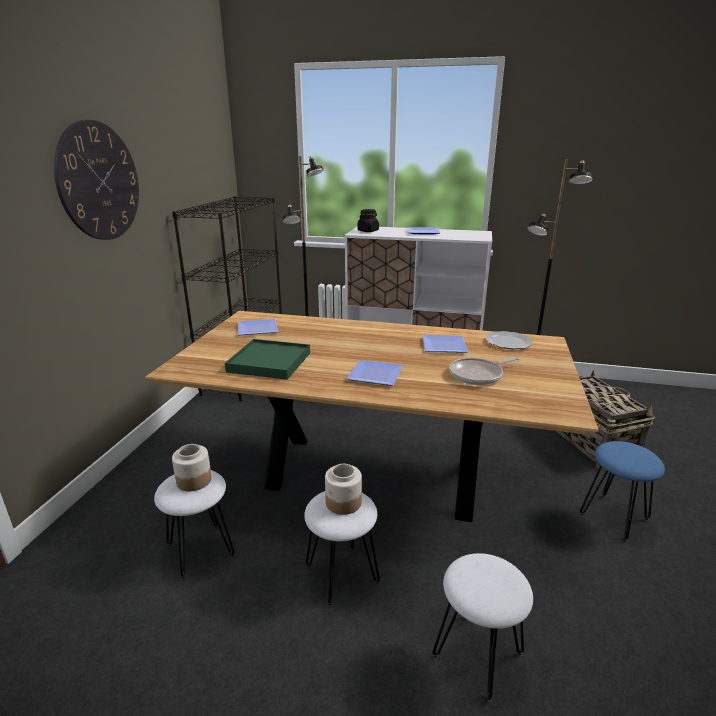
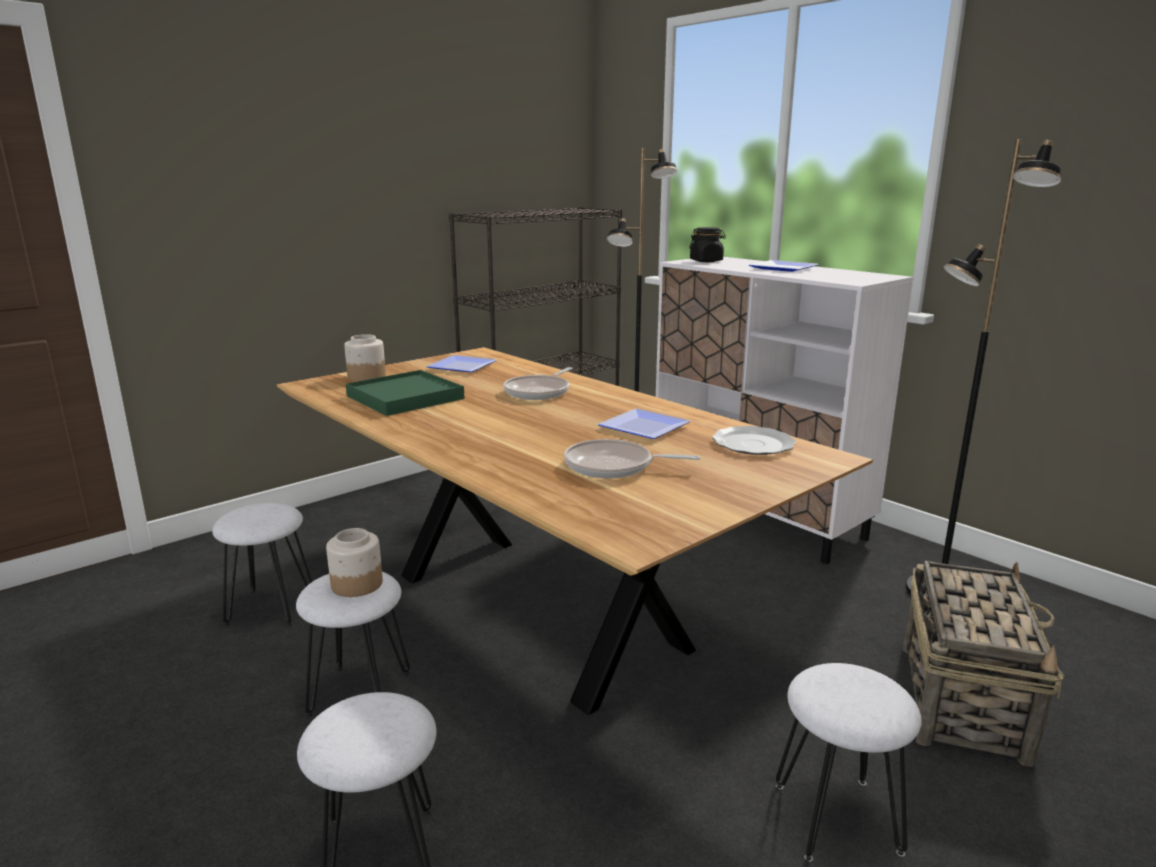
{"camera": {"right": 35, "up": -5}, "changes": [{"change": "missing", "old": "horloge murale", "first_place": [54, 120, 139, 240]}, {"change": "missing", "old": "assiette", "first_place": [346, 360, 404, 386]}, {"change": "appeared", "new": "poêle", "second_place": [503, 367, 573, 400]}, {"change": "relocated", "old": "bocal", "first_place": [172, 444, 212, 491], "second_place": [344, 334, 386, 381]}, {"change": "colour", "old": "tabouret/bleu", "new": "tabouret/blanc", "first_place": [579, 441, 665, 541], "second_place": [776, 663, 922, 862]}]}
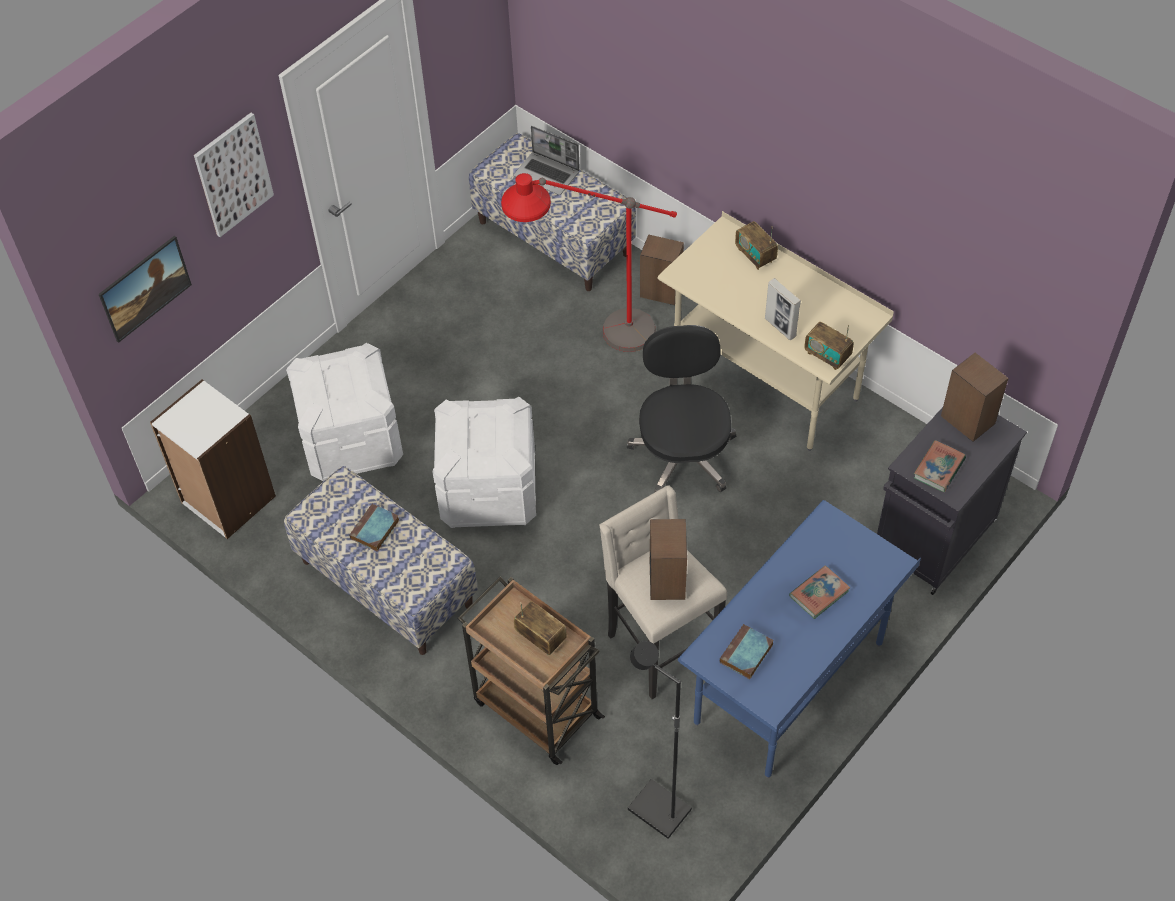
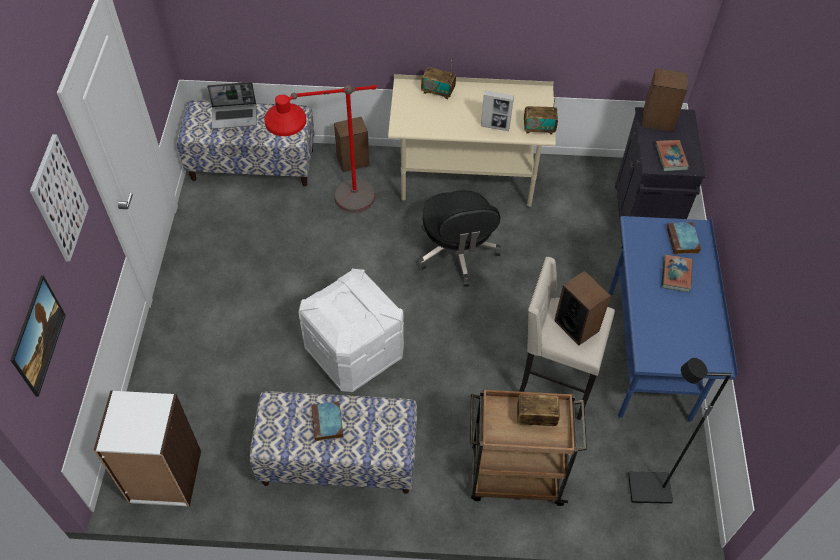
{"camera": {"right": -40, "up": 0}, "changes": [{"change": "missing", "old": "boîte de rangement/blanc", "first_place": [286, 343, 403, 481]}, {"change": "relocated", "old": "livre", "first_place": [720, 624, 774, 679], "second_place": [666, 222, 701, 255]}, {"change": "spun", "old": "chaise de bureau/noir", "first_place": [627, 325, 736, 493], "second_place": [418, 190, 501, 287], "degrees": -150}]}
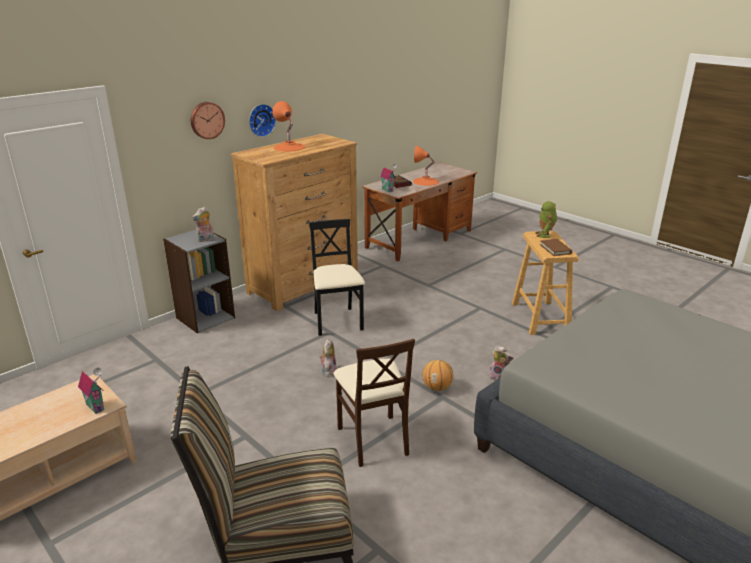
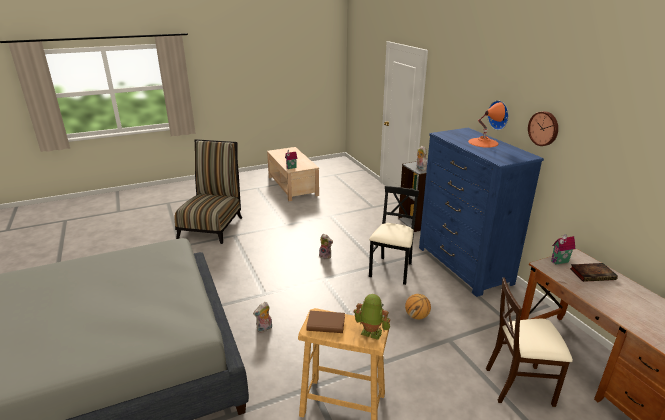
{"camera": {"right": 110, "up": 0}, "changes": [{"change": "missing", "old": "lampe de table/orange", "first_place": [413, 146, 439, 186]}, {"change": "relocated", "old": "horloge murale", "first_place": [191, 102, 225, 139], "second_place": [528, 111, 558, 146]}, {"change": "relocated", "old": "chaise/beige", "first_place": [333, 339, 415, 467], "second_place": [486, 277, 573, 407]}, {"change": "relocated", "old": "ballon de basket", "first_place": [422, 360, 454, 391], "second_place": [405, 294, 431, 319]}, {"change": "colour", "old": "commode/marron", "new": "commode/bleu", "first_place": [230, 134, 358, 311], "second_place": [419, 128, 544, 297]}, {"change": "spun", "old": "chaise/noir", "first_place": [309, 219, 365, 336], "second_place": [369, 186, 419, 285], "degrees": -75}]}
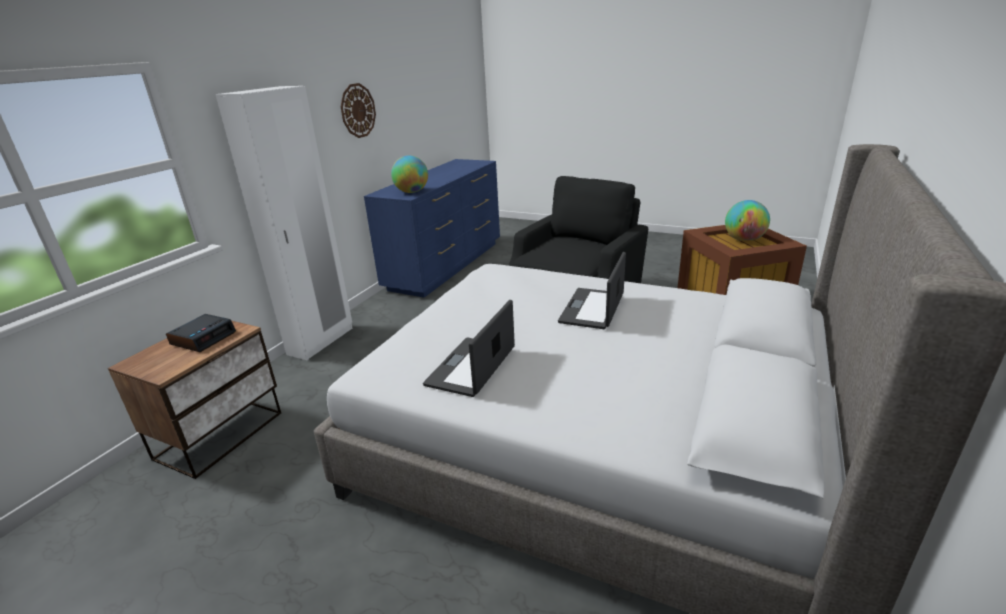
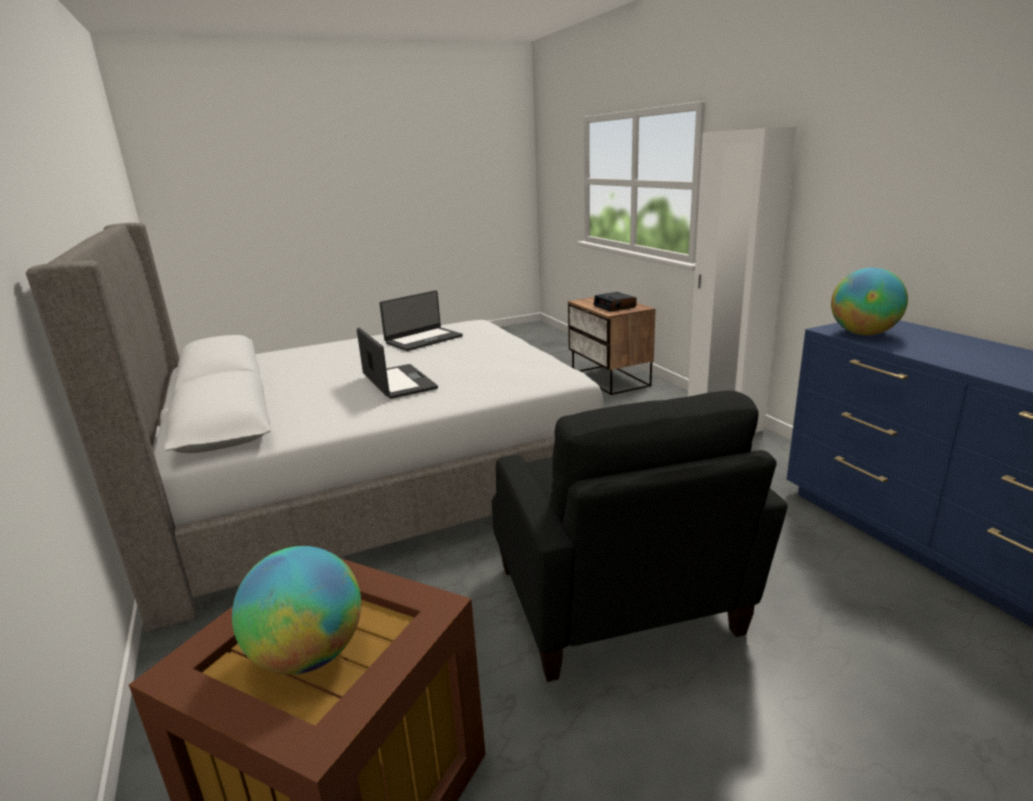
{"camera": {"right": 130, "up": -5}, "changes": [{"change": "missing", "old": "horloge murale", "first_place": [341, 83, 376, 138]}, {"change": "spun", "old": "ordinateur portable", "first_place": [423, 300, 515, 397], "second_place": [380, 290, 463, 351], "degrees": 75}]}
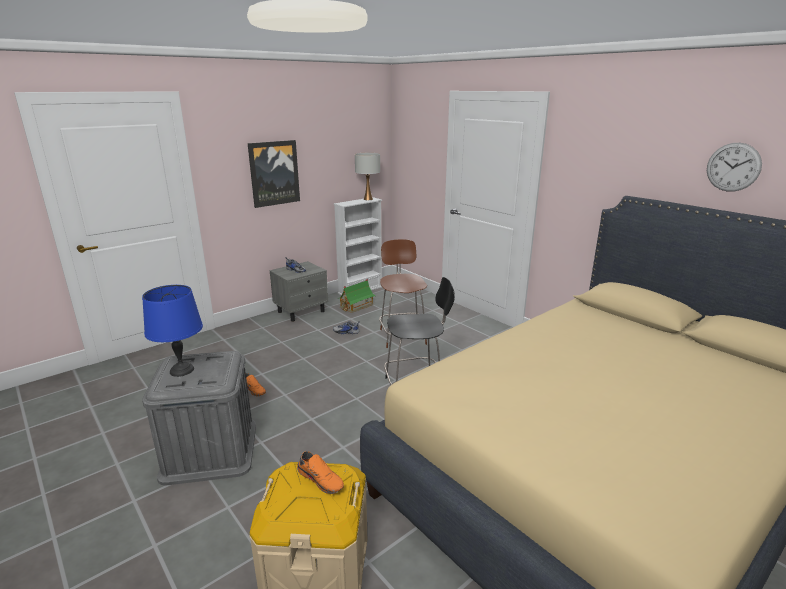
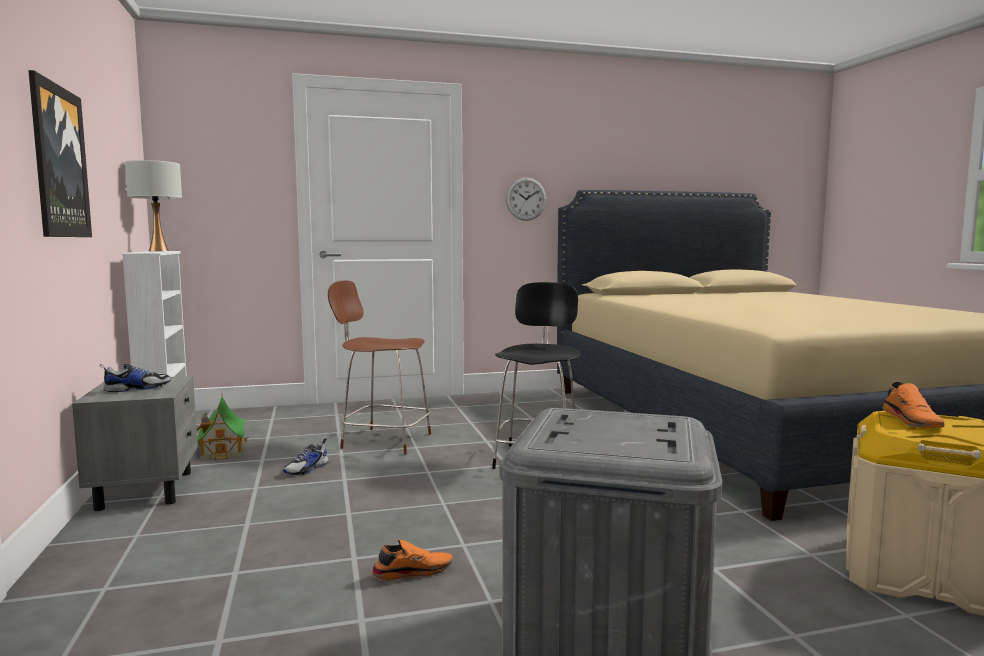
{"camera": {"right": -65, "up": -15}, "changes": [{"change": "missing", "old": "lampe de table/bleu", "first_place": [142, 285, 203, 377]}, {"change": "relocated", "old": "horloge murale", "first_place": [707, 143, 762, 192], "second_place": [506, 177, 547, 221]}, {"change": "spun", "old": "chaussure/orange", "first_place": [297, 451, 344, 494], "second_place": [883, 381, 945, 428], "degrees": 120}]}
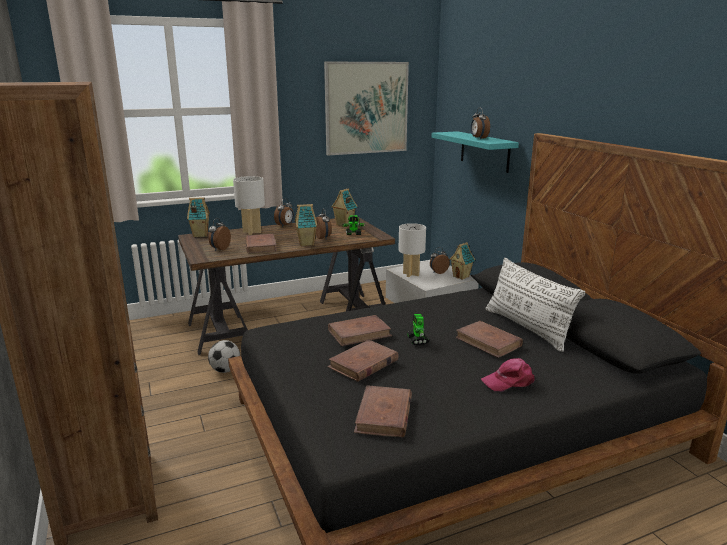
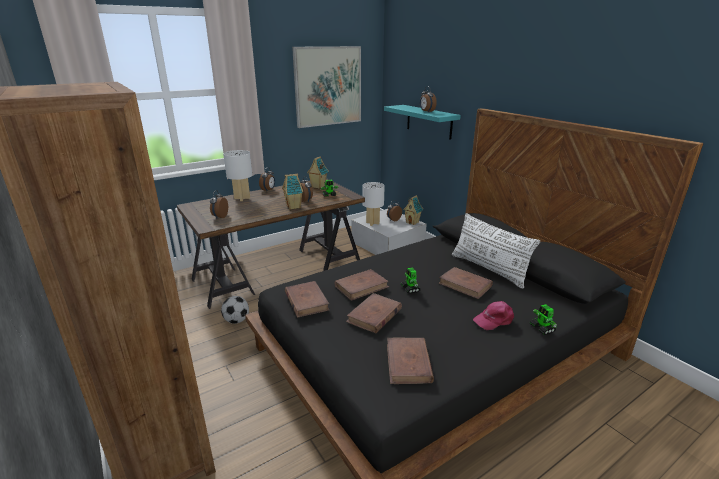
{"camera": {"right": -10, "up": 5}, "changes": [{"change": "missing", "old": "maison miniature", "first_place": [187, 197, 210, 237]}, {"change": "appeared", "new": "robot jouet", "second_place": [530, 304, 557, 335]}, {"change": "relocated", "old": "livre/marron", "first_place": [246, 234, 277, 253], "second_place": [285, 281, 330, 317]}]}
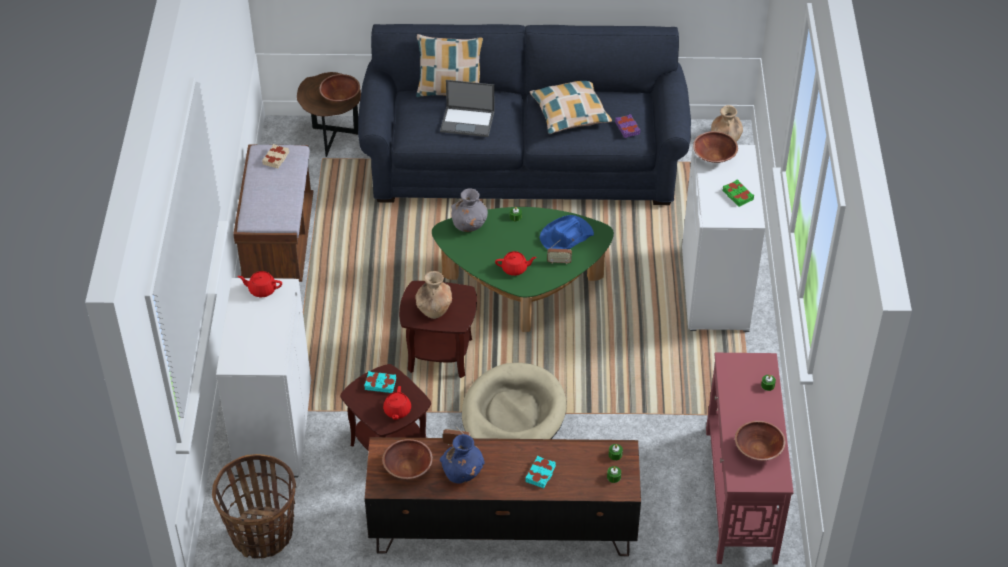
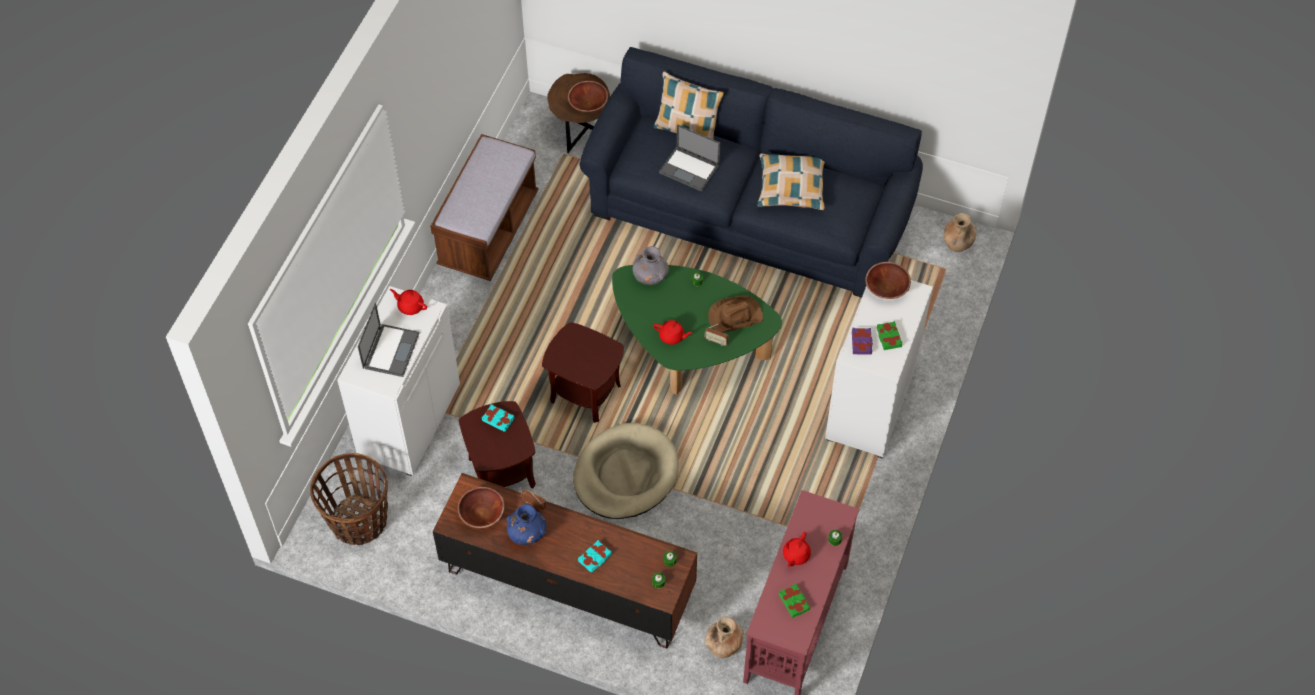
{"camera": {"right": 20, "up": 10}, "changes": [{"change": "missing", "old": "livre/beige", "first_place": [262, 144, 289, 168]}, {"change": "appeared", "new": "ordinateur portable", "second_place": [358, 303, 420, 377]}, {"change": "relocated", "old": "théière/rouge", "first_place": [383, 386, 411, 420], "second_place": [783, 532, 811, 567]}, {"change": "relocated", "old": "vase/marron", "first_place": [415, 271, 452, 319], "second_place": [705, 617, 744, 658]}, {"change": "relocated", "old": "livre/violet", "first_place": [615, 114, 640, 138], "second_place": [852, 328, 873, 355]}, {"change": "exchanged", "old": "bol/marron", "new": "livre/vert", "first_place": [735, 421, 786, 461], "second_place": [779, 584, 810, 618]}, {"change": "colour", "old": "chapeau/bleu", "new": "chapeau/marron", "first_place": [540, 215, 594, 250], "second_place": [708, 296, 763, 333]}]}
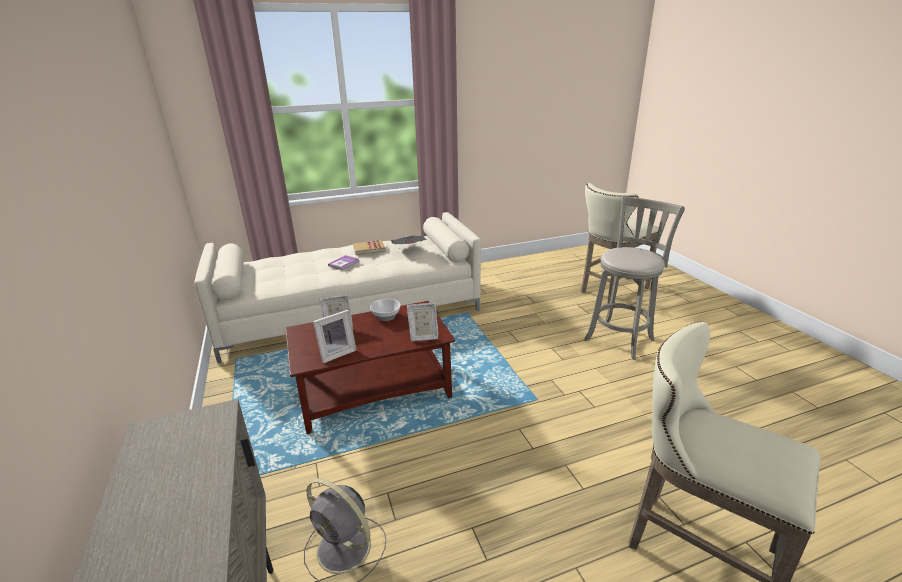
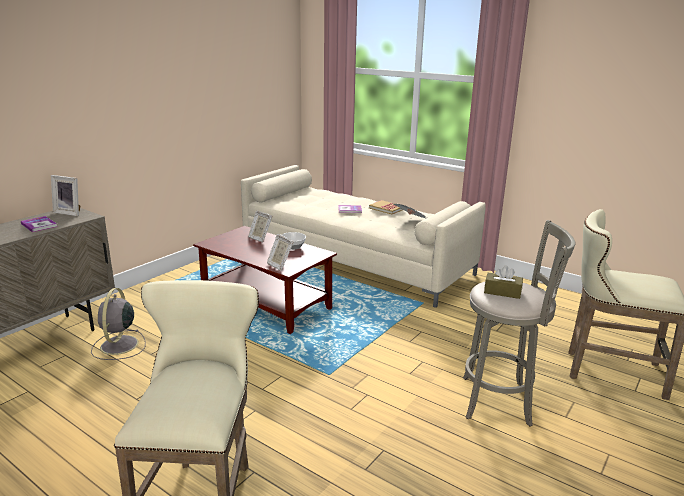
{"camera": {"right": 55, "up": -5}, "changes": [{"change": "appeared", "new": "livre", "second_place": [21, 216, 57, 232]}, {"change": "appeared", "new": "boîte à mouchoirs/marron", "second_place": [484, 265, 523, 299]}, {"change": "relocated", "old": "cadre photo", "first_place": [313, 310, 357, 363], "second_place": [51, 175, 80, 216]}]}
